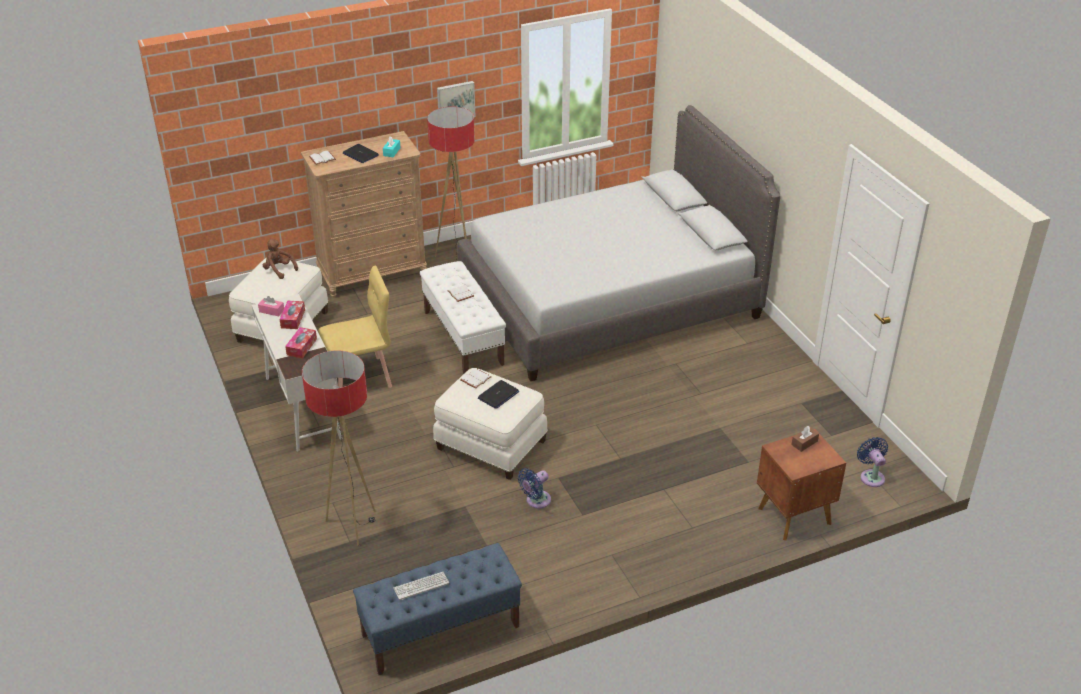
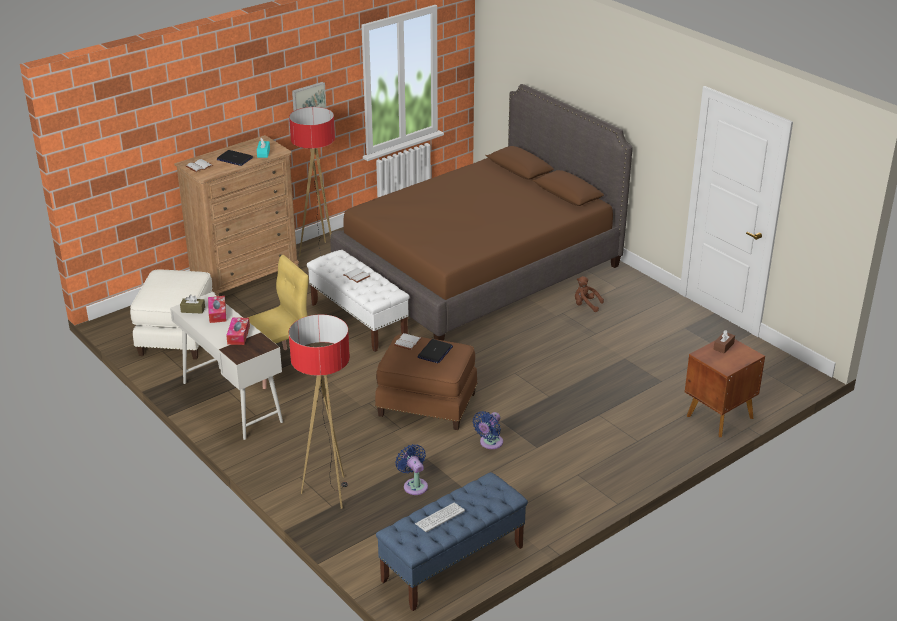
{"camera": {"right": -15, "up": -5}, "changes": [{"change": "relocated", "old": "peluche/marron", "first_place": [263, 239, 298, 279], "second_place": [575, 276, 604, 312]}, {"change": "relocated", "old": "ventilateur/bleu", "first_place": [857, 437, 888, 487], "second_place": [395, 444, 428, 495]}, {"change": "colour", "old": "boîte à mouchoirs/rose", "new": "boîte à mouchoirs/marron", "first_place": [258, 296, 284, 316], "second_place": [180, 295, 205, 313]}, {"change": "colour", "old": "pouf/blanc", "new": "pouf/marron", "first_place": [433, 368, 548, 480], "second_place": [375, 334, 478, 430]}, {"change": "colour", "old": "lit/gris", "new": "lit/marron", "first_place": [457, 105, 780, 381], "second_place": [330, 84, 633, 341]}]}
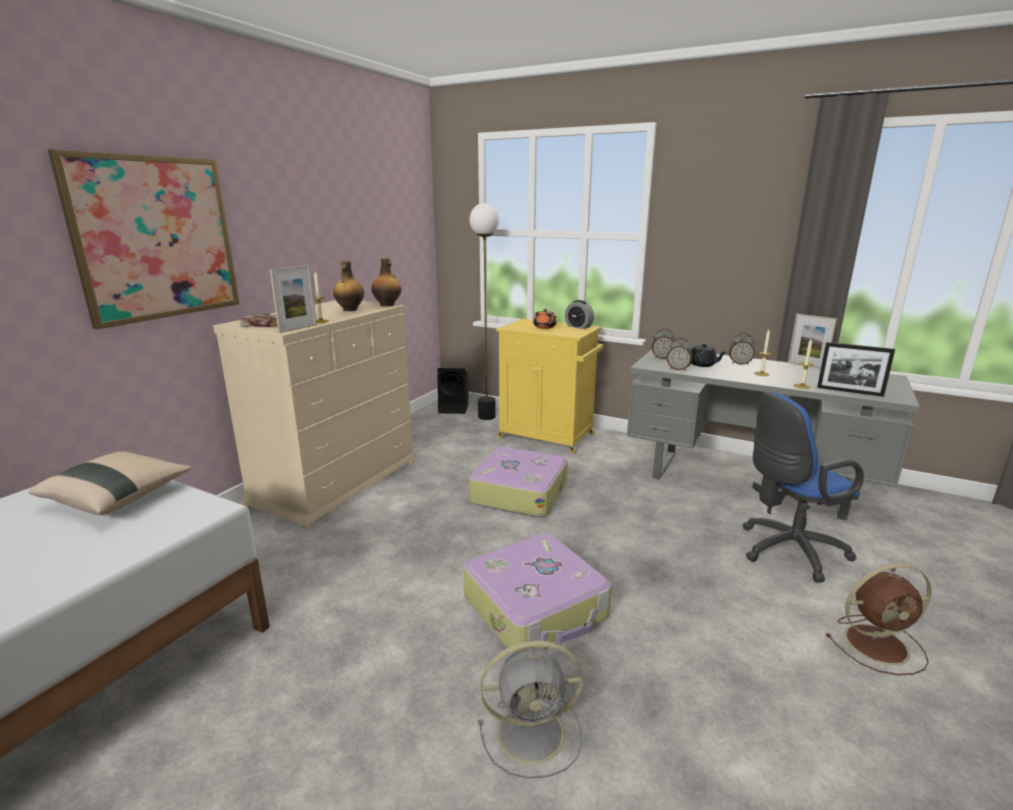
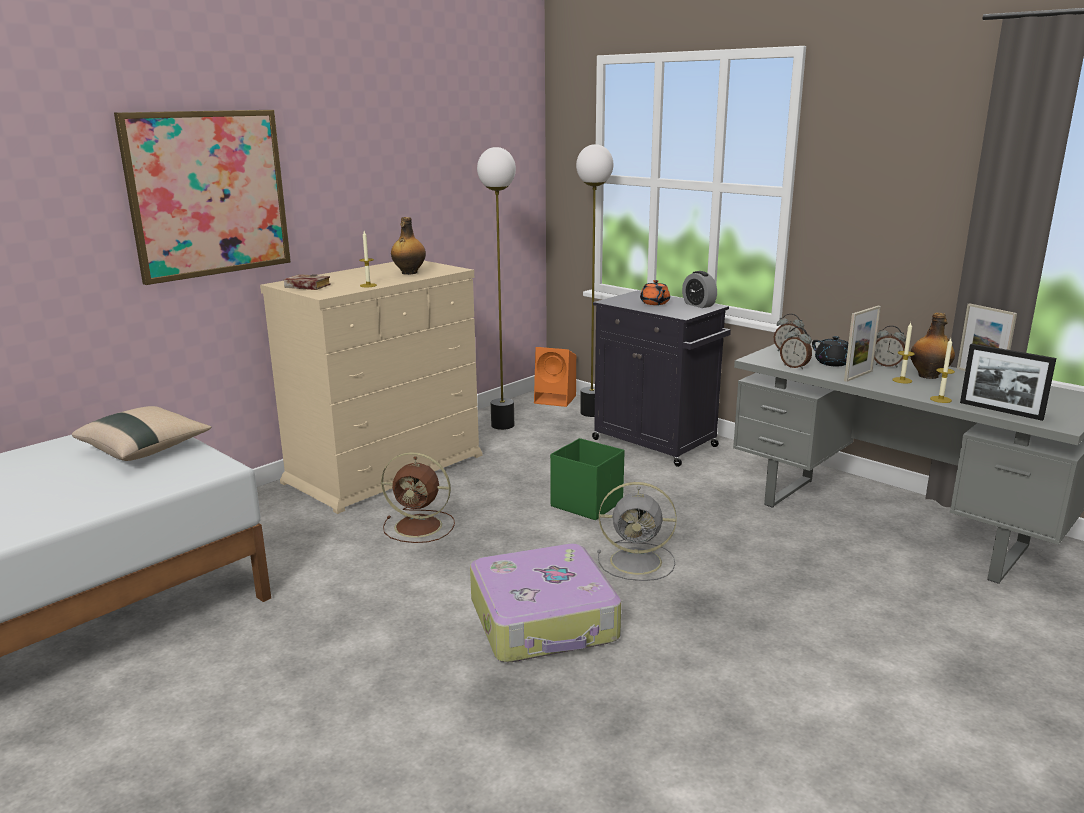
{"camera": {"right": 15, "up": 0}, "changes": [{"change": "missing", "old": "chaise de bureau/bleu", "first_place": [742, 393, 864, 582]}, {"change": "appeared", "new": "lampadaire", "second_place": [477, 147, 516, 430]}, {"change": "relocated", "old": "cadre photo", "first_place": [270, 265, 317, 333], "second_place": [844, 306, 881, 382]}, {"change": "relocated", "old": "bouteille", "first_place": [371, 258, 402, 307], "second_place": [910, 313, 955, 379]}, {"change": "relocated", "old": "ventilateur/gris", "first_place": [478, 641, 583, 779], "second_place": [597, 482, 677, 581]}, {"change": "relocated", "old": "ventilateur/marron", "first_place": [825, 563, 932, 675], "second_place": [381, 452, 455, 543]}, {"change": "exchanged", "old": "valise", "new": "boîte de rangement/vert", "first_place": [469, 447, 568, 517], "second_place": [550, 438, 625, 520]}, {"change": "colour", "old": "enceinte/noir", "new": "enceinte/orange", "first_place": [437, 368, 469, 414], "second_place": [534, 347, 576, 407]}, {"change": "colour", "old": "meuble de rangement/jaune", "new": "meuble de rangement/noir", "first_place": [496, 319, 603, 454], "second_place": [592, 290, 731, 467]}]}
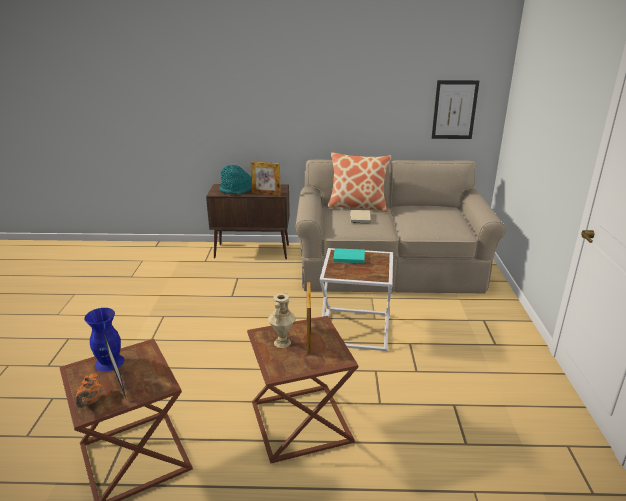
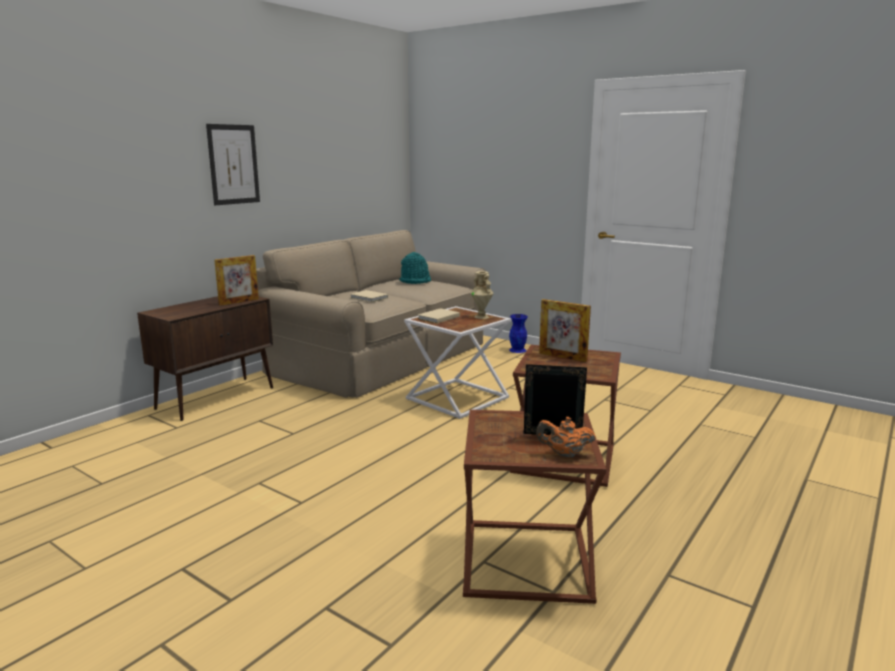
{"camera": {"right": -55, "up": -10}, "changes": [{"change": "missing", "old": "coussin", "first_place": [327, 152, 392, 212]}, {"change": "relocated", "old": "vase/bleu", "first_place": [84, 308, 124, 371], "second_place": [509, 314, 528, 353]}, {"change": "relocated", "old": "chapeau/turquoise", "first_place": [219, 165, 252, 194], "second_place": [399, 252, 431, 284]}, {"change": "relocated", "old": "vase/beige", "first_place": [268, 292, 296, 348], "second_place": [471, 271, 493, 319]}, {"change": "relocated", "old": "tableau", "first_place": [432, 80, 479, 139], "second_place": [206, 124, 260, 205]}, {"change": "colour", "old": "livre/turquoise", "new": "livre/beige", "first_place": [333, 248, 365, 263], "second_place": [418, 308, 460, 323]}, {"change": "spun", "old": "théière/orange", "first_place": [75, 373, 103, 408], "second_place": [536, 417, 596, 457], "degrees": 150}]}
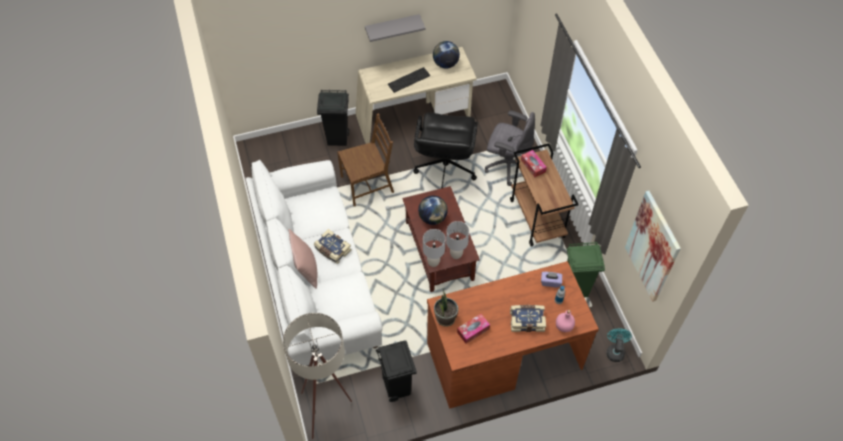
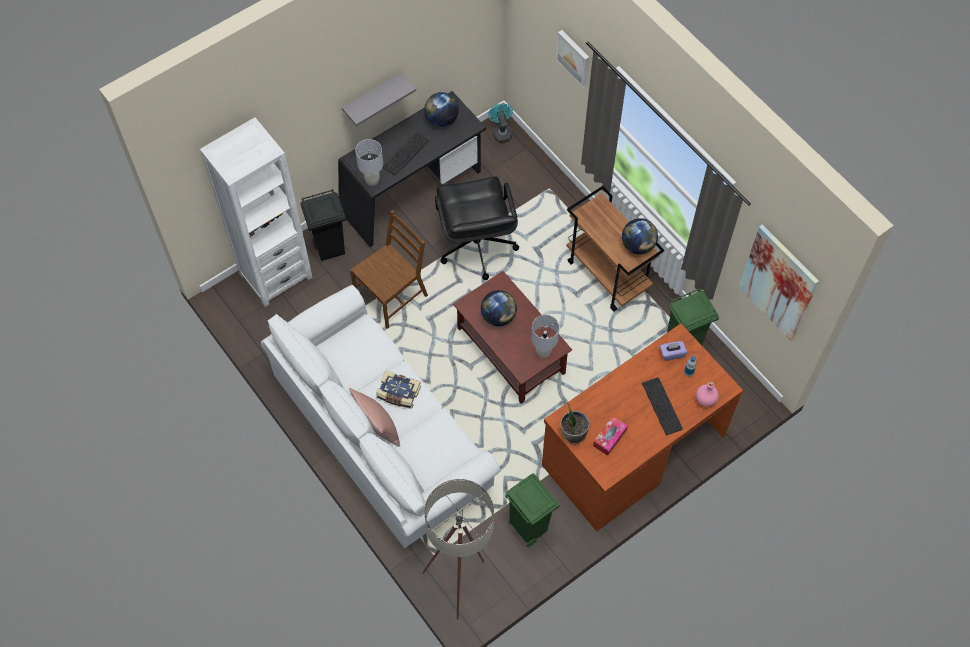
{"camera": {"right": -20, "up": 5}, "changes": [{"change": "missing", "old": "chaise de bureau/gris", "first_place": [485, 111, 535, 186]}, {"change": "missing", "old": "boîte à mouchoirs", "first_place": [521, 150, 547, 177]}, {"change": "appeared", "new": "bibliothèque/blanc", "second_place": [200, 118, 312, 307]}, {"change": "appeared", "new": "tableau", "second_place": [556, 30, 589, 87]}, {"change": "appeared", "new": "globe", "second_place": [622, 218, 658, 254]}, {"change": "relocated", "old": "lampe de table/gris", "first_place": [423, 229, 446, 267], "second_place": [355, 139, 383, 186]}, {"change": "relocated", "old": "ventilateur/turquoise", "first_place": [607, 328, 632, 362], "second_place": [488, 104, 513, 143]}, {"change": "exchanged", "old": "livre", "new": "clavier", "first_place": [510, 305, 546, 332], "second_place": [642, 377, 683, 435]}, {"change": "colour", "old": "bureau/beige", "new": "bureau/noir", "first_place": [356, 47, 477, 144], "second_place": [338, 91, 486, 247]}, {"change": "colour", "old": "poubelle/noir", "new": "poubelle/vert", "first_place": [376, 340, 417, 402], "second_place": [505, 473, 560, 547]}]}
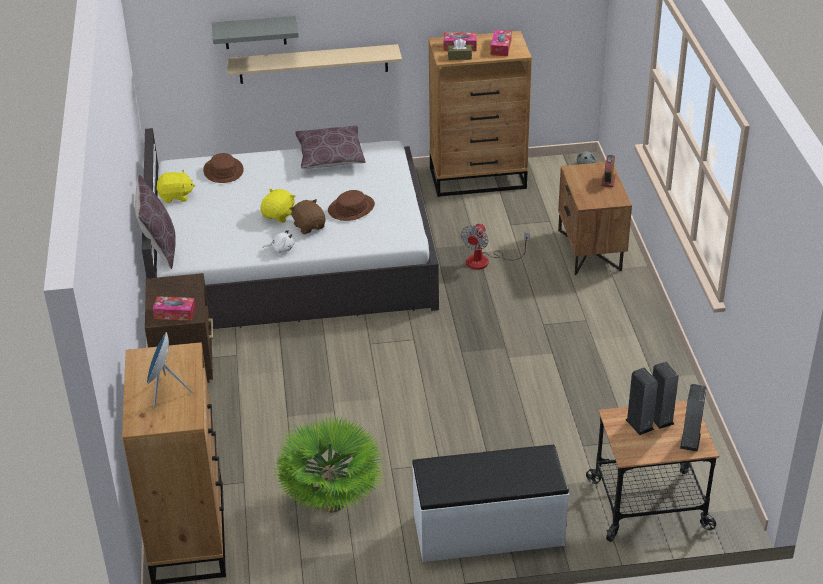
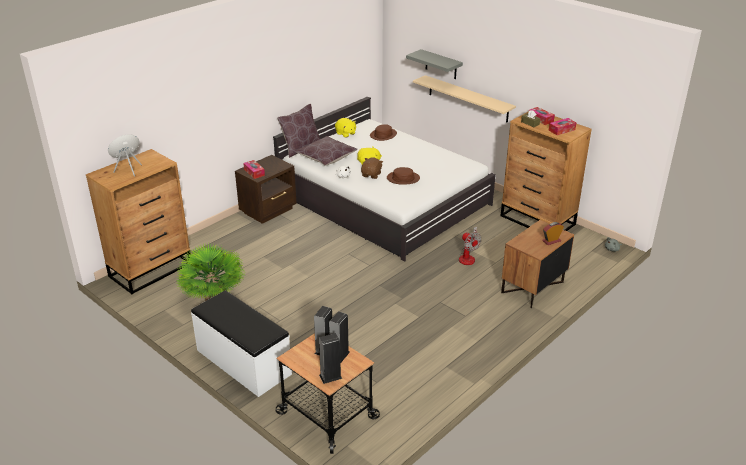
{"camera": {"right": 50, "up": -5}, "changes": [{"change": "relocated", "old": "coussin/marron", "first_place": [295, 126, 366, 169], "second_place": [296, 136, 358, 166]}, {"change": "spun", "old": "ventilateur", "first_place": [461, 223, 530, 270], "second_place": [459, 227, 481, 265], "degrees": -105}]}
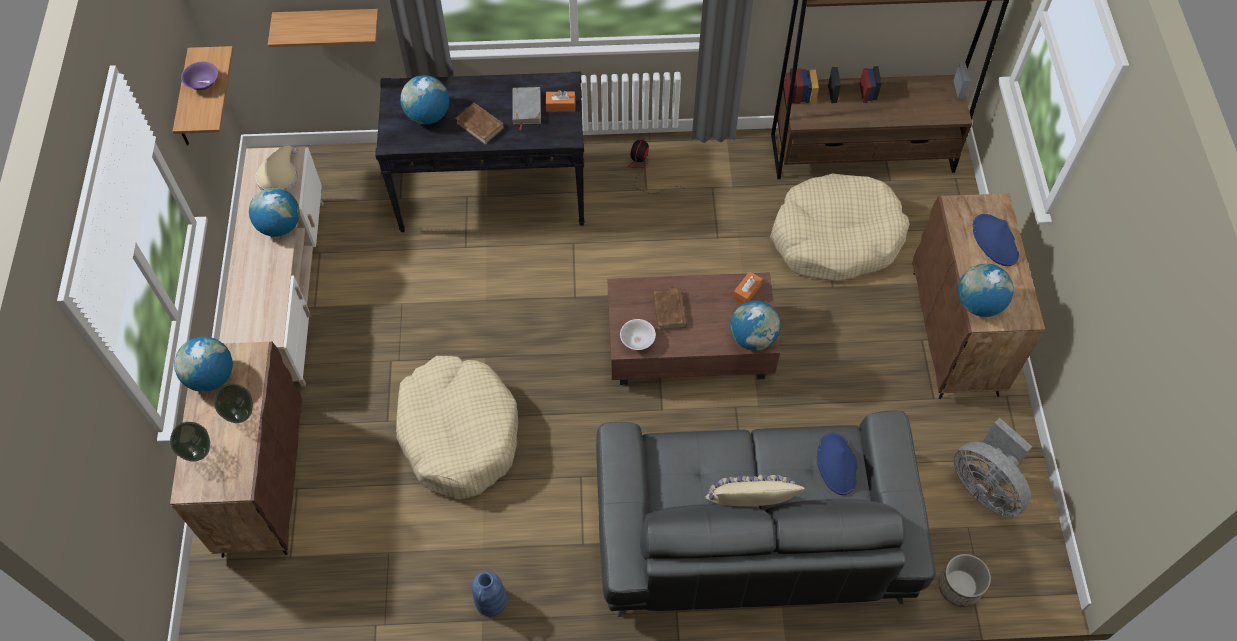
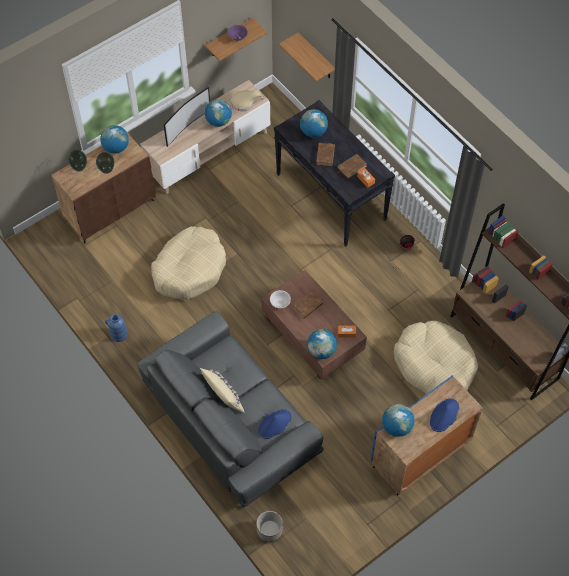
{"camera": {"right": 55, "up": 0}, "changes": [{"change": "missing", "old": "ventilateur/gris", "first_place": [954, 418, 1032, 517]}, {"change": "appeared", "new": "téléviseur", "second_place": [164, 87, 210, 147]}, {"change": "colour", "old": "livre/gris", "new": "livre/marron", "first_place": [513, 87, 541, 130], "second_place": [337, 154, 367, 179]}, {"change": "colour", "old": "meuble de rangement/marron", "new": "meuble de rangement/bleu", "first_place": [912, 193, 1045, 399], "second_place": [371, 375, 483, 496]}]}
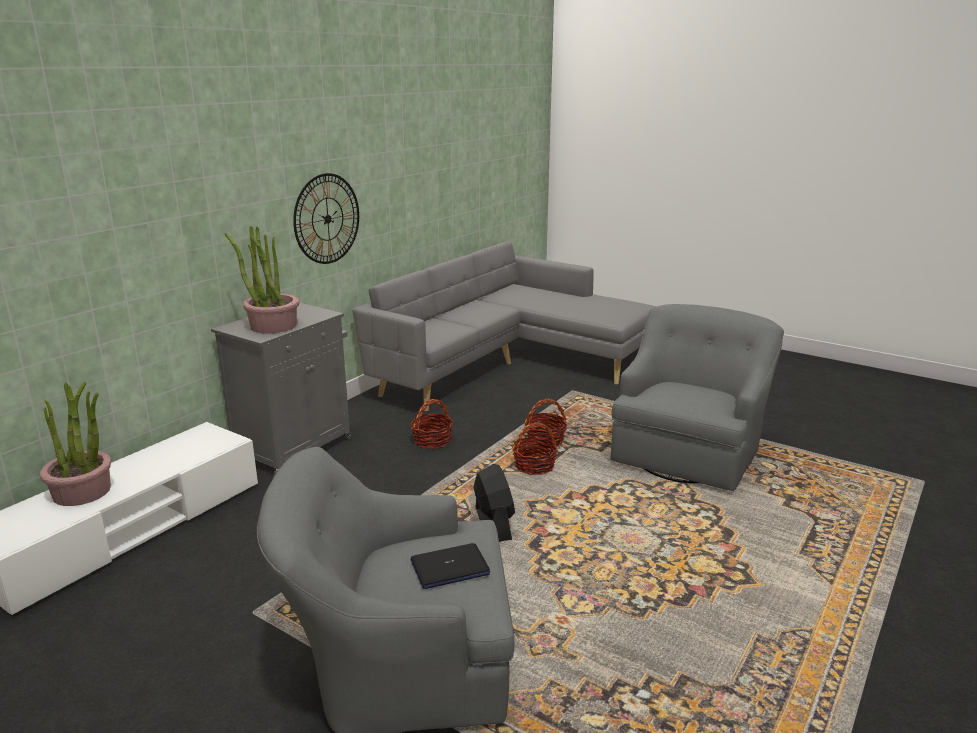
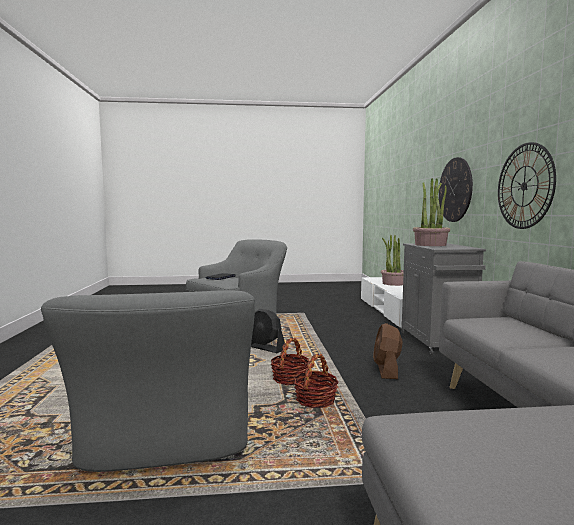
{"camera": {"right": 140, "up": -15}, "changes": [{"change": "appeared", "new": "horloge murale", "second_place": [439, 157, 473, 222]}, {"change": "exchanged", "old": "panier", "new": "ventilateur/marron", "first_place": [411, 399, 454, 449], "second_place": [373, 323, 402, 379]}]}
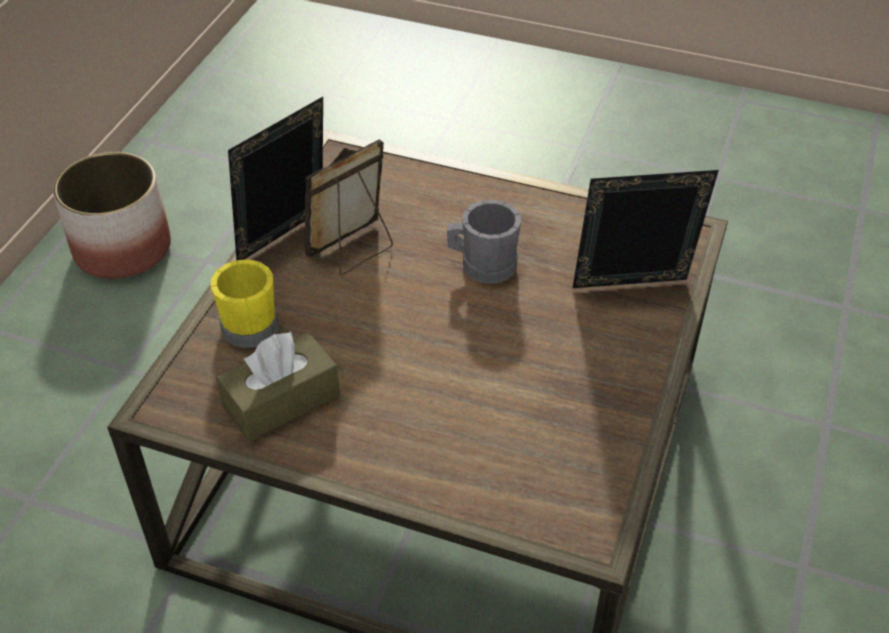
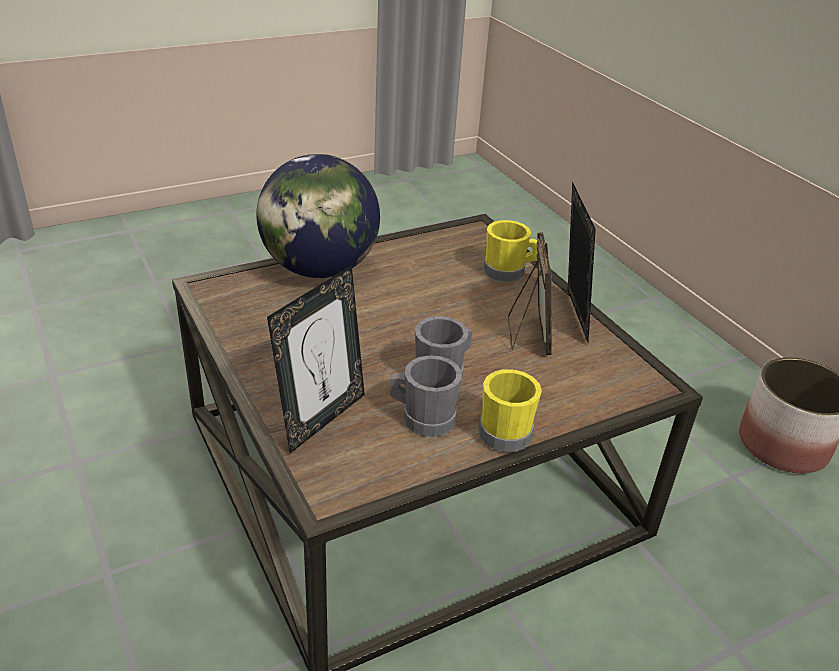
{"camera": {"right": 130, "up": -10}, "changes": [{"change": "missing", "old": "boîte à mouchoirs/marron", "first_place": [216, 331, 340, 442]}, {"change": "appeared", "new": "globe", "second_place": [256, 154, 380, 278]}, {"change": "appeared", "new": "mug/gris", "second_place": [390, 355, 462, 437]}, {"change": "appeared", "new": "mug/jaune", "second_place": [479, 369, 542, 452]}]}
